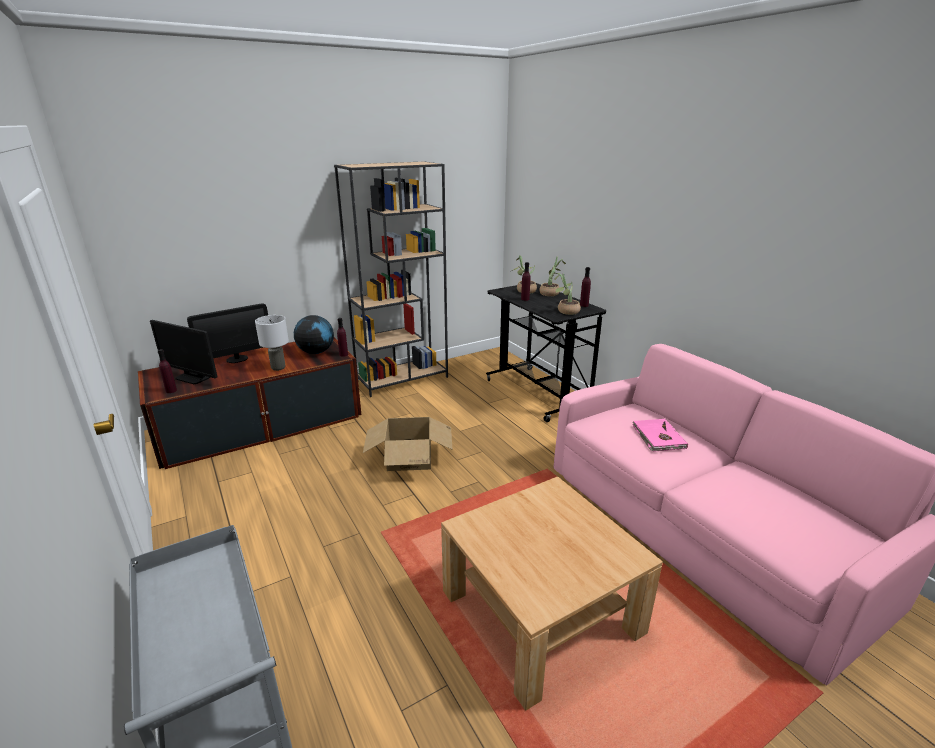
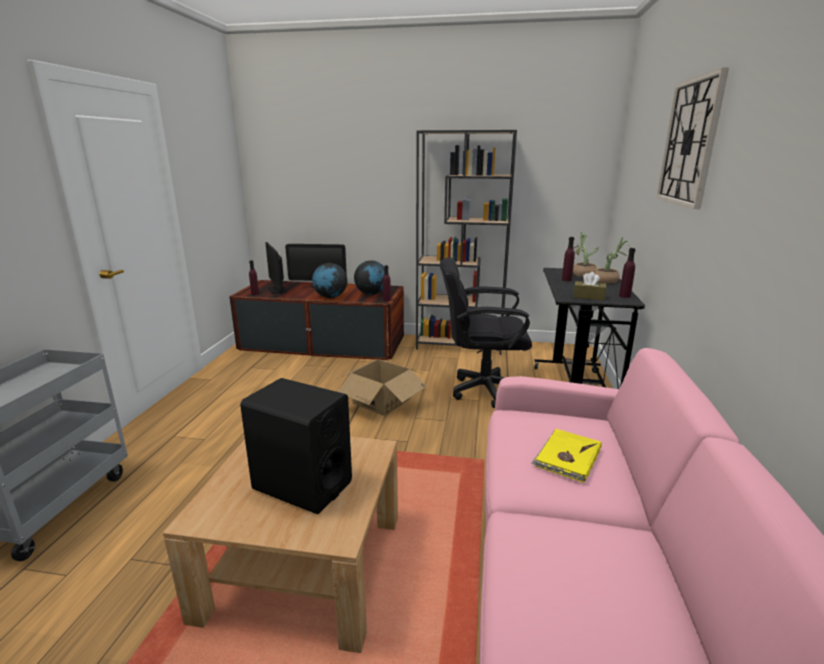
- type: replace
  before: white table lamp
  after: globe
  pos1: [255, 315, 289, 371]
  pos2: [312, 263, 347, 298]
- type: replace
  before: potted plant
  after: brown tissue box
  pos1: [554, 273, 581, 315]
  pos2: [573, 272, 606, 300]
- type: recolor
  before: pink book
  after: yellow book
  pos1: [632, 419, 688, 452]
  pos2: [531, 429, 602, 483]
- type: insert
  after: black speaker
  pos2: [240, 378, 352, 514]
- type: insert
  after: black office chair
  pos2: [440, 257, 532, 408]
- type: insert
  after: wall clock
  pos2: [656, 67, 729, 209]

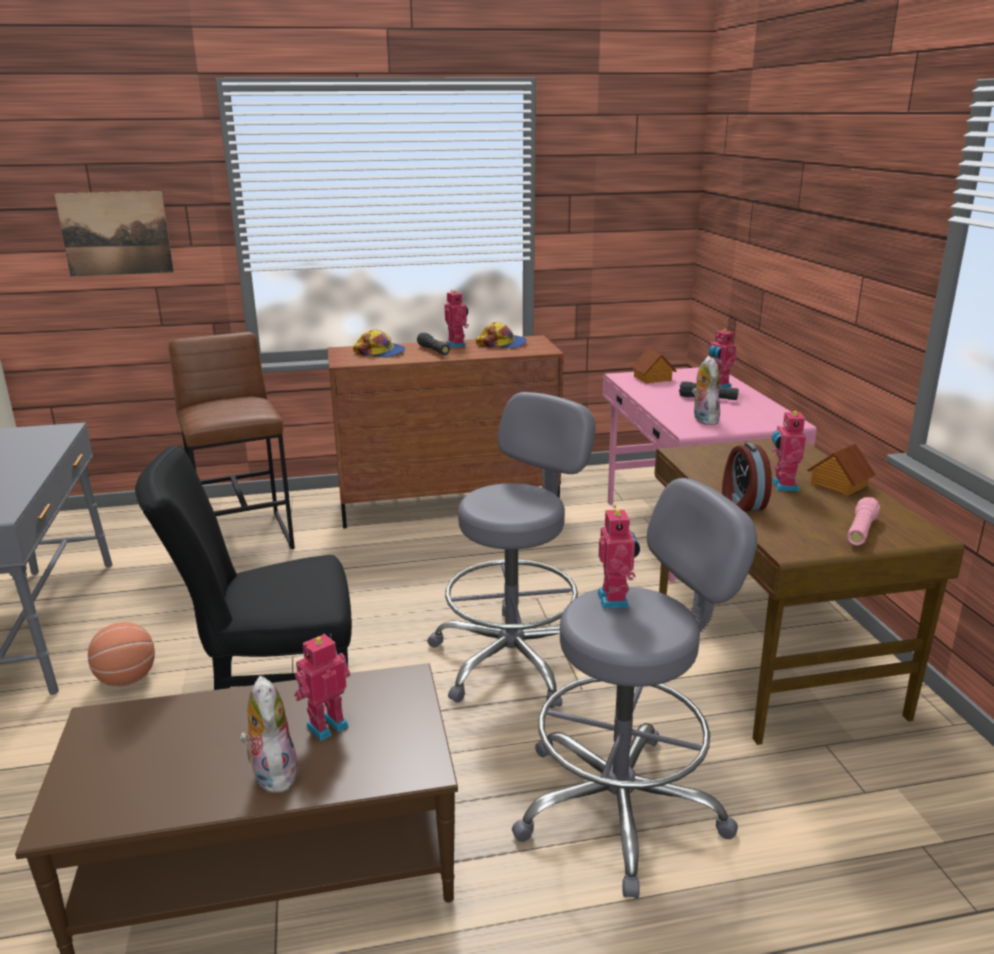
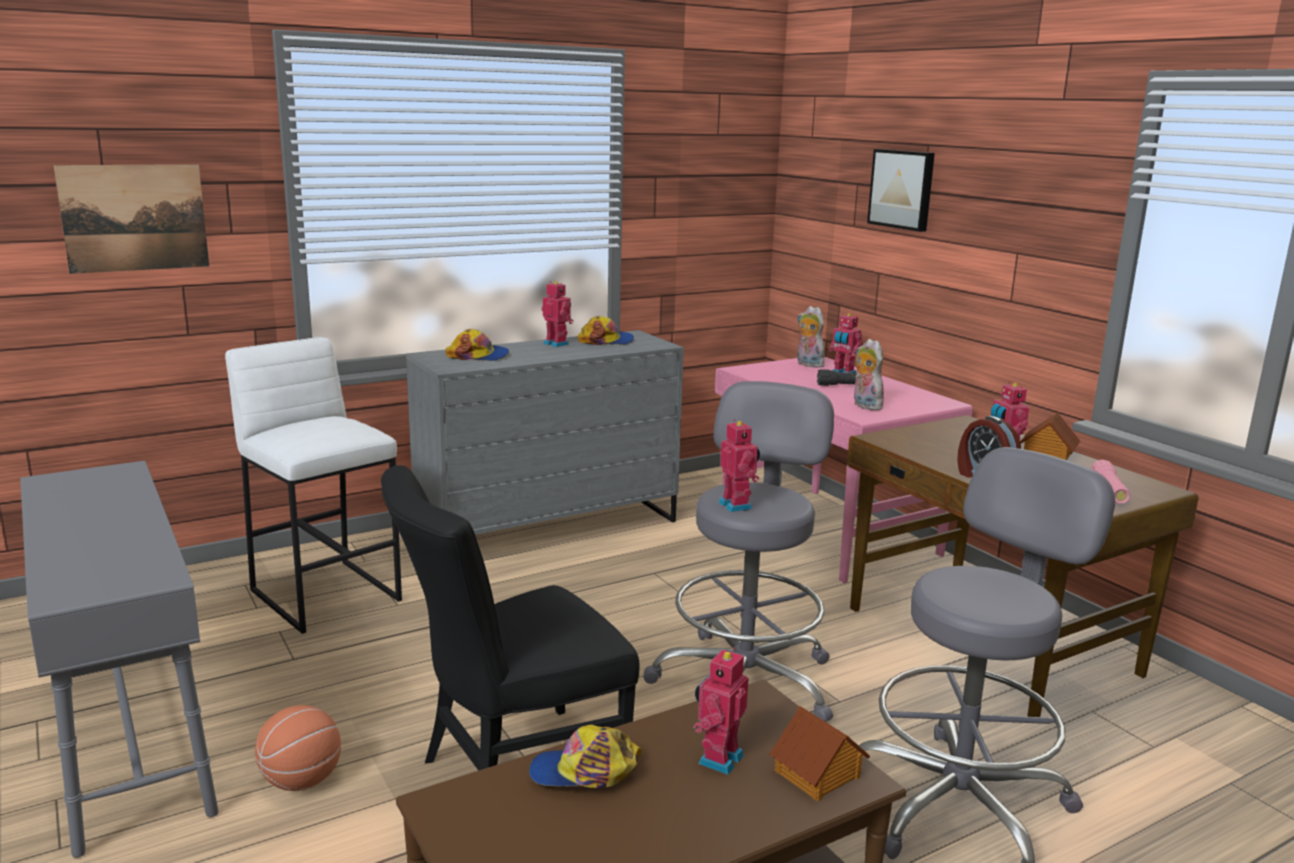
- type: recolor
  before: brown stool
  after: white stool
  pos1: [168, 332, 295, 549]
  pos2: [225, 337, 402, 634]
- type: move
  before: plush toy
  pos1: [240, 676, 300, 793]
  pos2: [797, 306, 825, 368]
- type: recolor
  before: brown dresser
  after: grey dresser
  pos1: [327, 335, 564, 529]
  pos2: [406, 330, 684, 535]
- type: delete
  before: black flashlight
  pos1: [417, 332, 450, 355]
- type: move
  before: toy robot
  pos1: [597, 506, 640, 608]
  pos2: [718, 419, 760, 512]
- type: move
  before: toy house
  pos1: [631, 348, 677, 384]
  pos2: [769, 706, 870, 801]
- type: insert
  after: cap
  pos2: [529, 725, 642, 788]
- type: insert
  after: picture
  pos2: [867, 149, 935, 232]

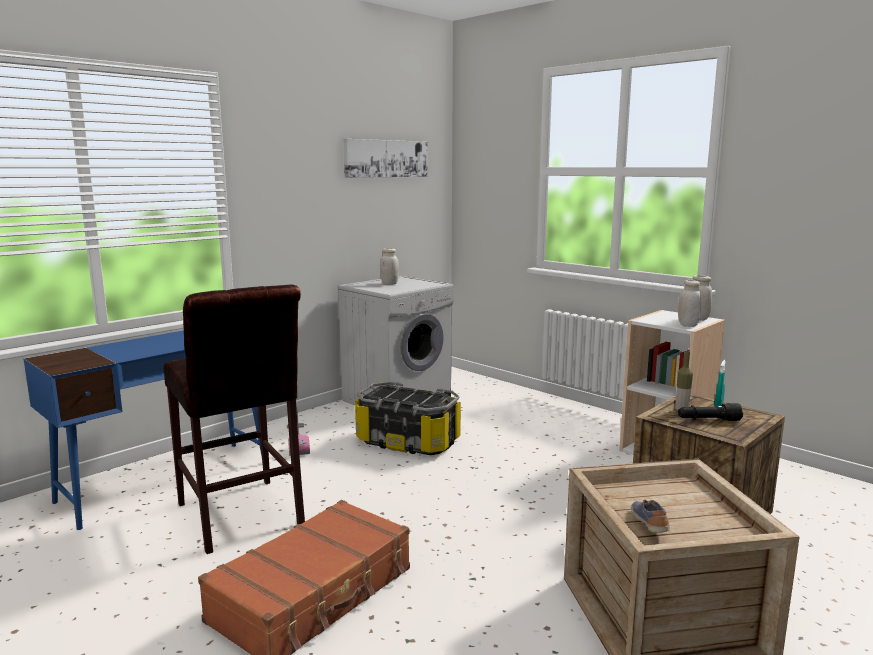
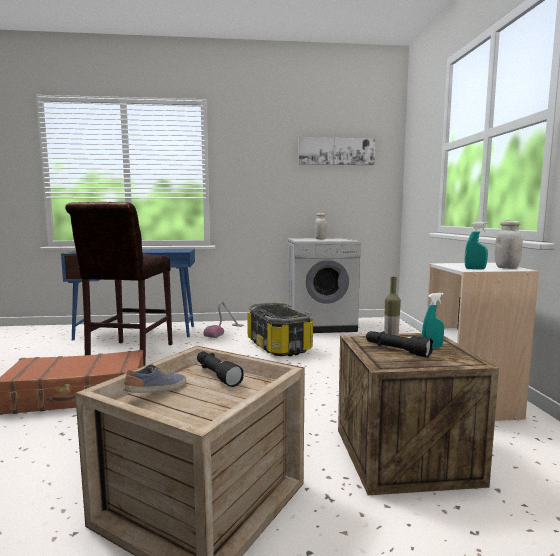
- type: replace
  before: white jar
  after: turquoise spray bottle
  pos1: [678, 280, 701, 327]
  pos2: [465, 222, 488, 270]
- type: insert
  after: black flashlight
  pos2: [197, 351, 244, 387]

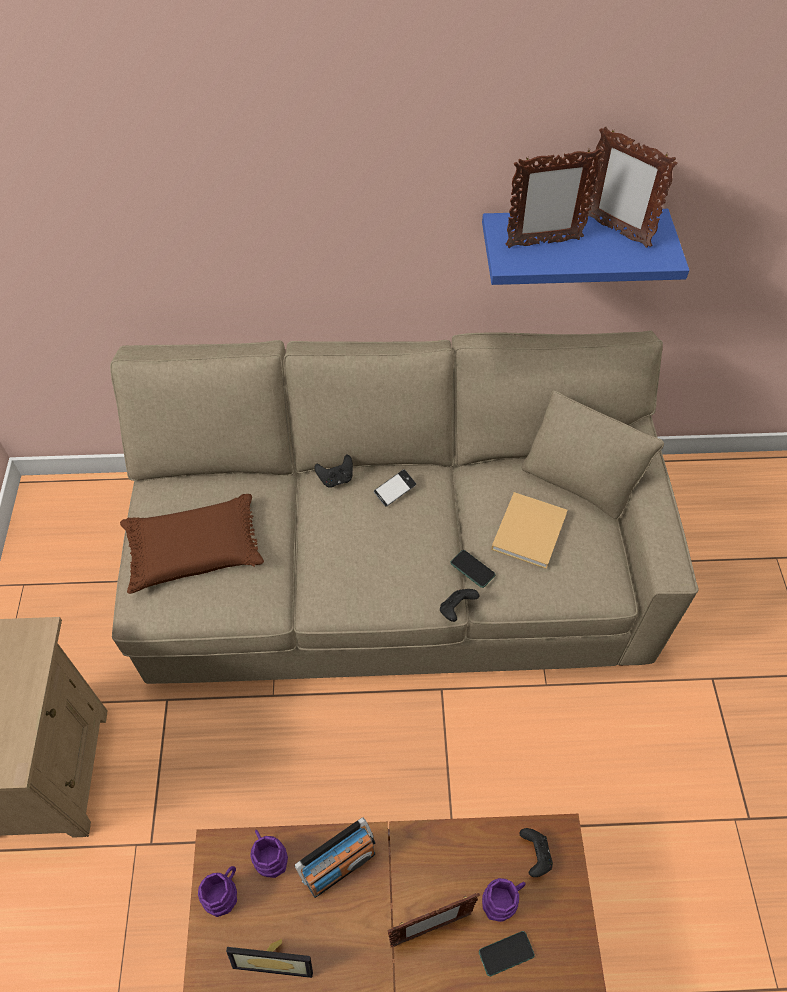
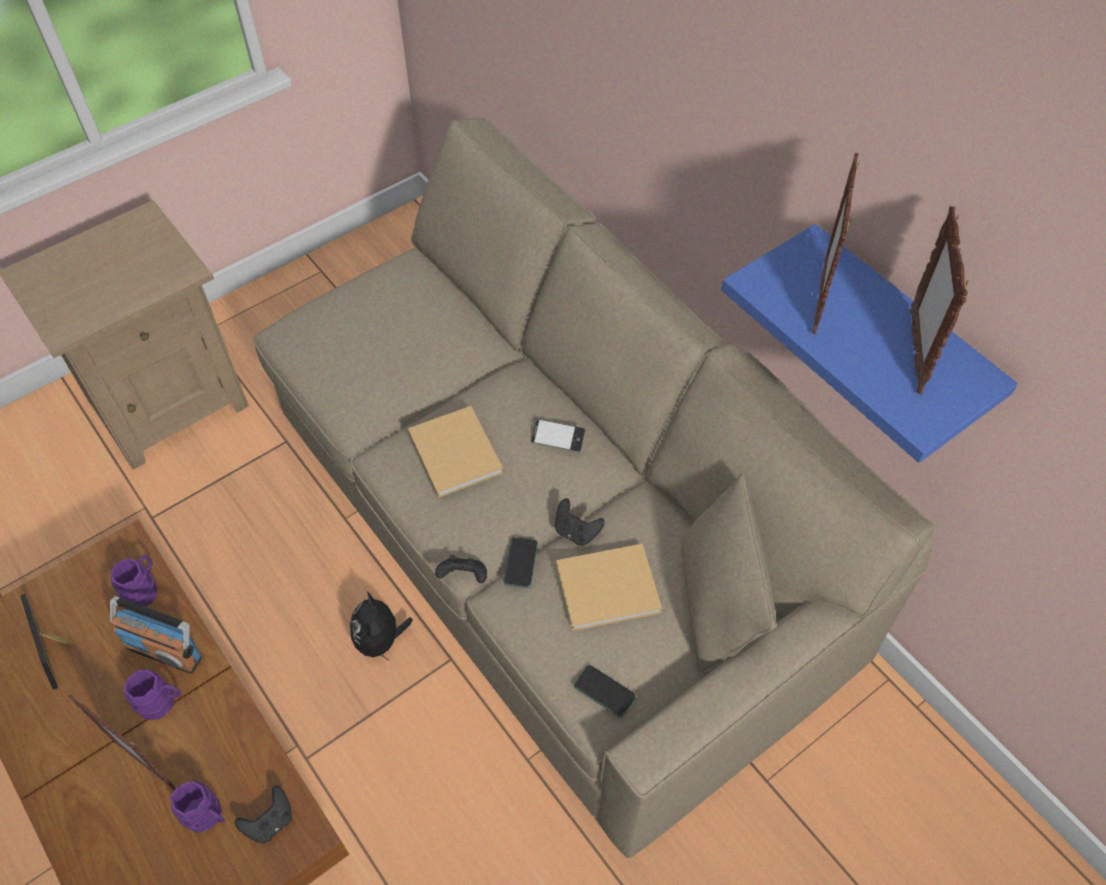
- type: delete
  before: brown pillow
  pos1: [120, 494, 264, 594]
- type: move
  before: purple mug
  pos1: [198, 866, 237, 917]
  pos2: [124, 670, 181, 720]
- type: move
  before: black game controller
  pos1: [314, 455, 353, 487]
  pos2: [555, 498, 605, 546]
- type: move
  before: phone
  pos1: [479, 931, 535, 976]
  pos2: [574, 665, 636, 717]
- type: rotate
  before: picture frame
  pos1: [506, 148, 603, 248]
  pos2: [813, 153, 859, 335]
  turn: 60
- type: insert
  after: plush toy
  pos2: [350, 591, 413, 662]
- type: insert
  after: beige book
  pos2: [408, 406, 503, 498]

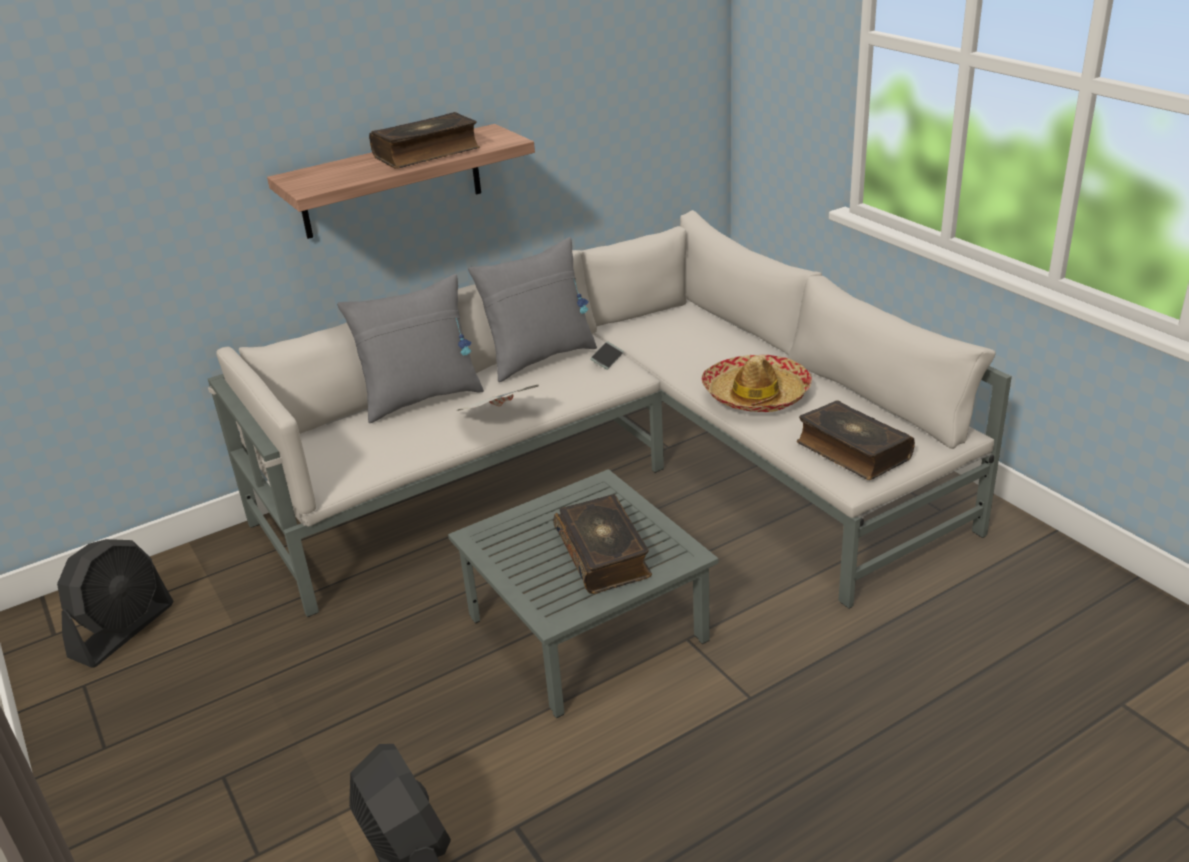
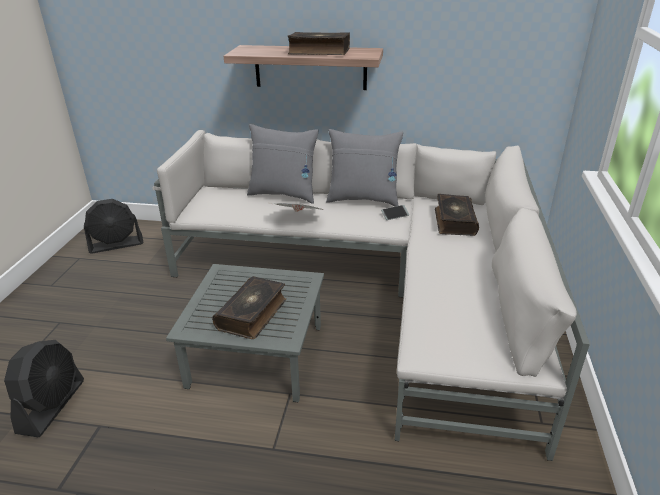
- type: delete
  before: hat
  pos1: [702, 355, 812, 412]
- type: move
  before: book
  pos1: [797, 400, 915, 480]
  pos2: [435, 194, 479, 236]

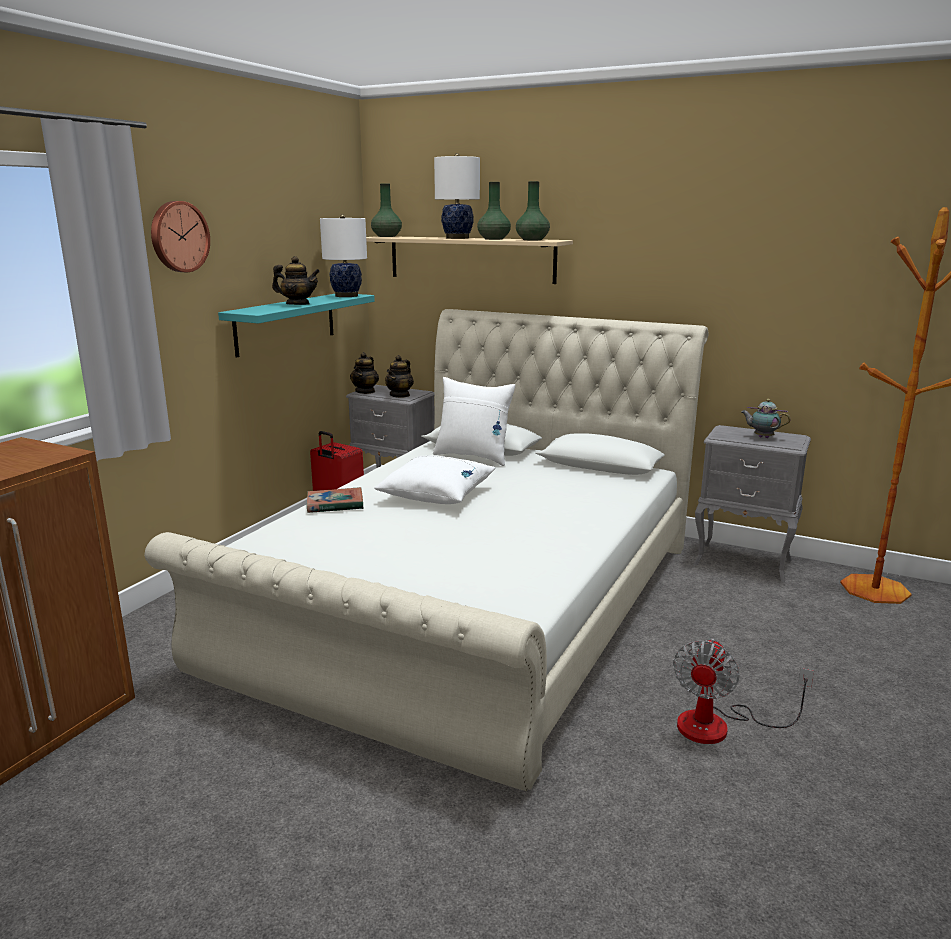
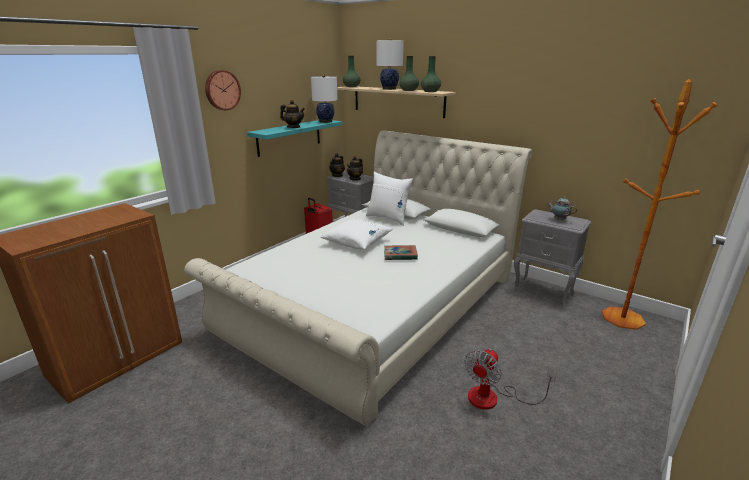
- type: move
  before: book
  pos1: [307, 487, 363, 513]
  pos2: [384, 245, 418, 260]

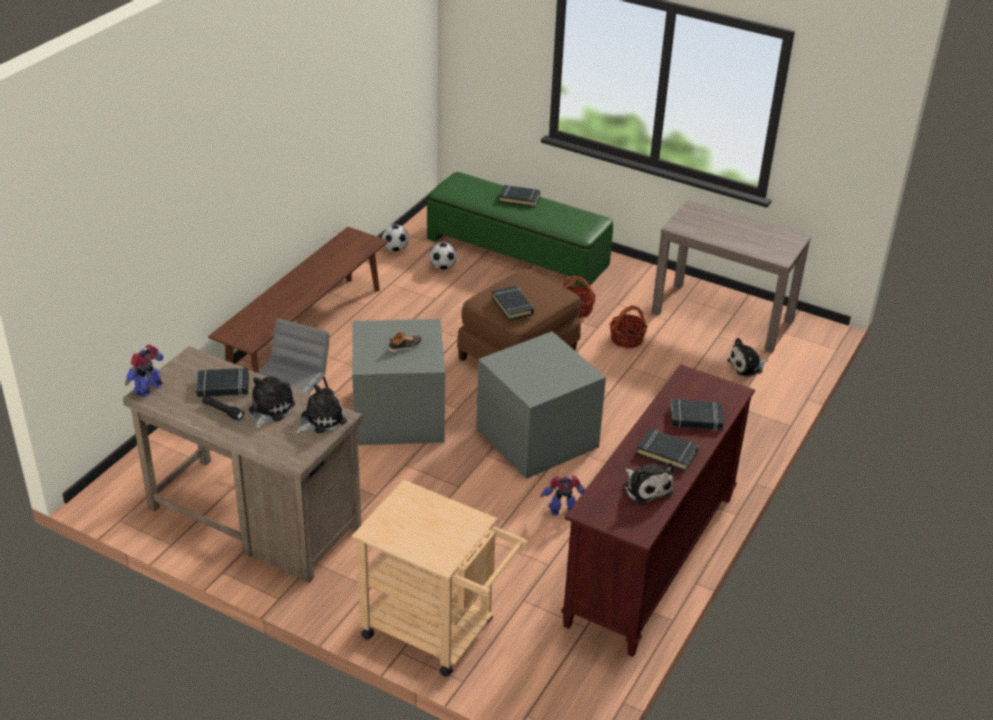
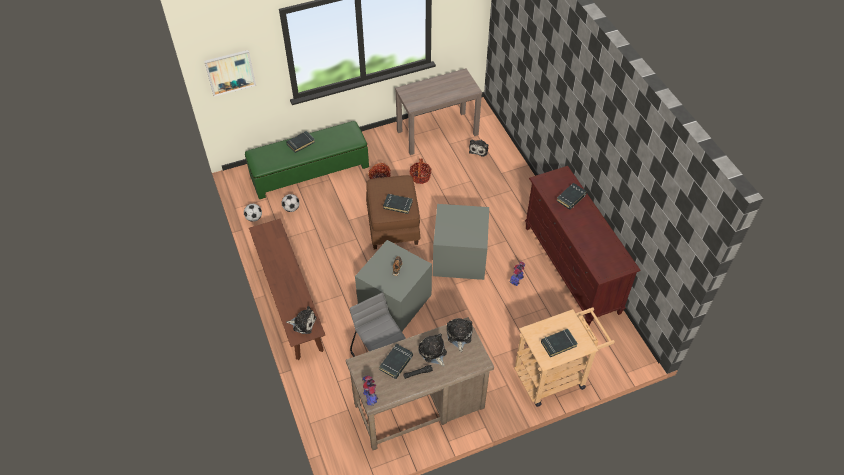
- type: move
  before: plush toy
  pos1: [623, 462, 673, 505]
  pos2: [286, 306, 317, 334]
- type: move
  before: black book
  pos1: [636, 429, 698, 472]
  pos2: [541, 329, 578, 357]
- type: insert
  after: picture
  pos2: [204, 50, 256, 97]

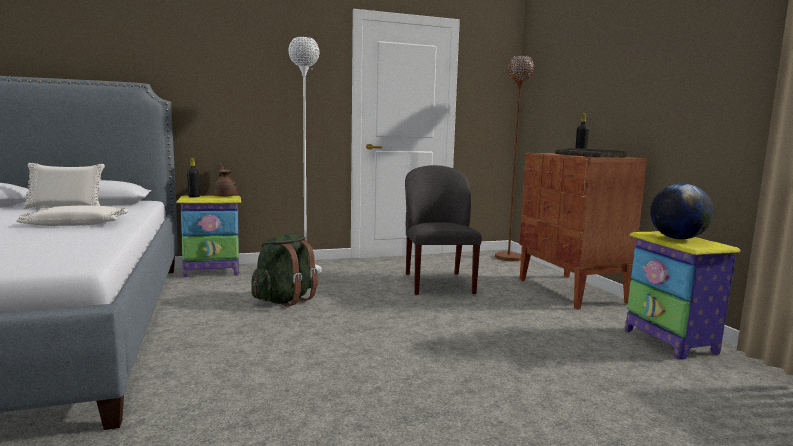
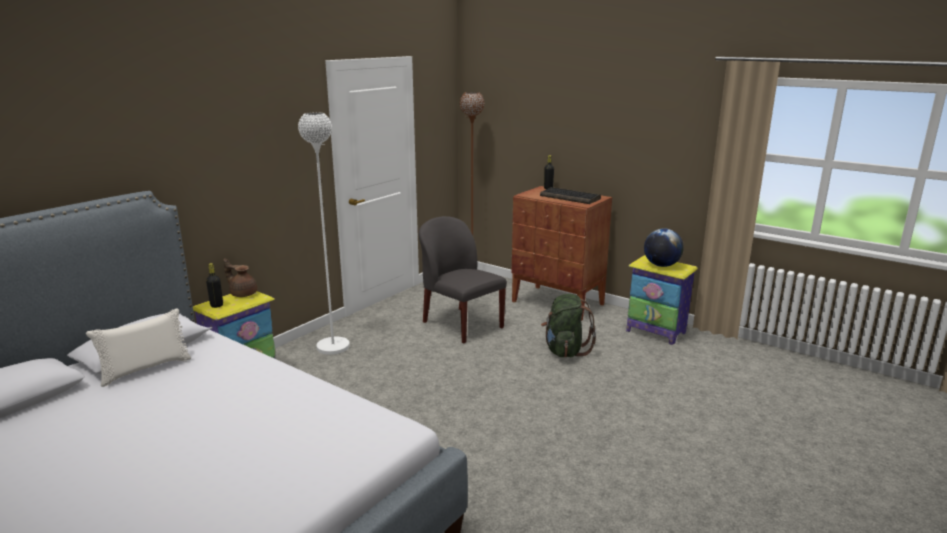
- type: delete
  before: white pillow
  pos1: [16, 205, 129, 226]
- type: move
  before: green backpack
  pos1: [251, 234, 318, 307]
  pos2: [541, 294, 596, 358]

